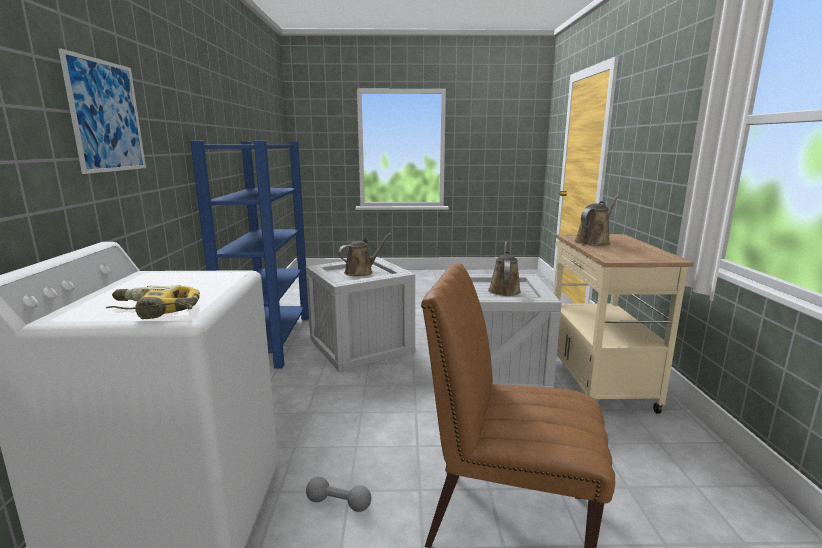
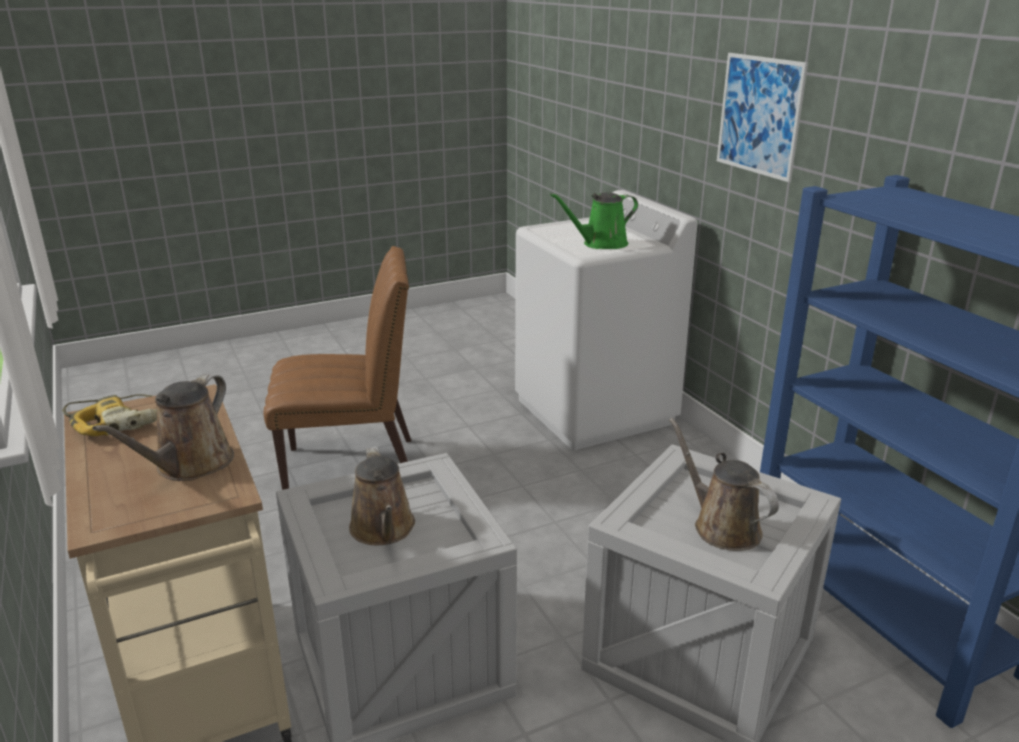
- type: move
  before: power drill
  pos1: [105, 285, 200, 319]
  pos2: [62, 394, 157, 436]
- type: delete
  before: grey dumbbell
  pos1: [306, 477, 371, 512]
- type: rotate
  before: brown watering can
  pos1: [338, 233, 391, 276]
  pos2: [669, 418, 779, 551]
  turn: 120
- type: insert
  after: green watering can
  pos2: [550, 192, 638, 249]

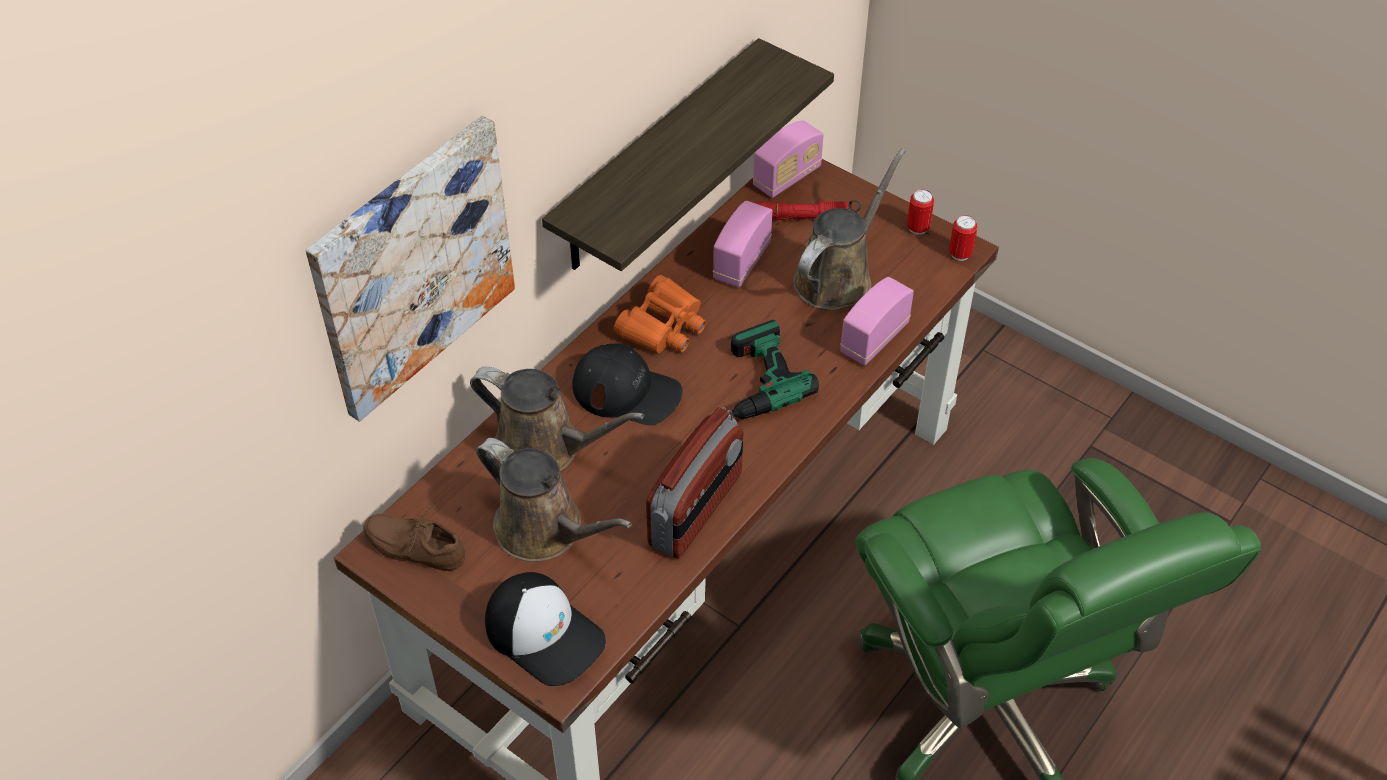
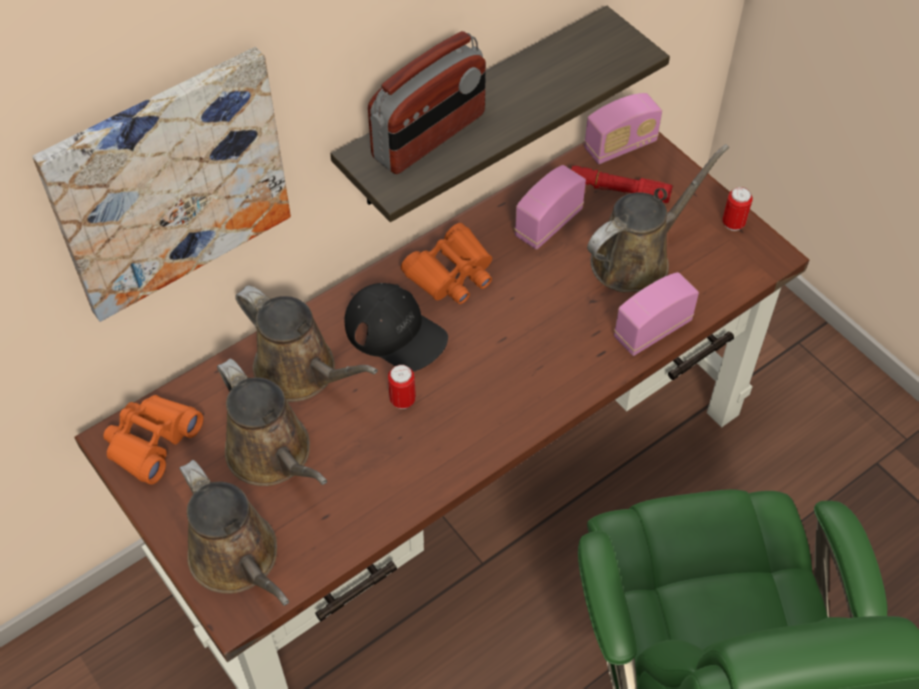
- type: replace
  before: brown shoe
  after: orange binoculars
  pos1: [363, 502, 465, 571]
  pos2: [103, 395, 203, 485]
- type: replace
  before: cap
  after: brown watering can
  pos1: [485, 572, 606, 686]
  pos2: [179, 460, 289, 606]
- type: move
  before: radio
  pos1: [646, 407, 743, 559]
  pos2: [368, 31, 486, 174]
- type: delete
  before: power drill
  pos1: [728, 320, 819, 419]
- type: move
  before: can
  pos1: [949, 215, 977, 261]
  pos2: [388, 365, 416, 409]

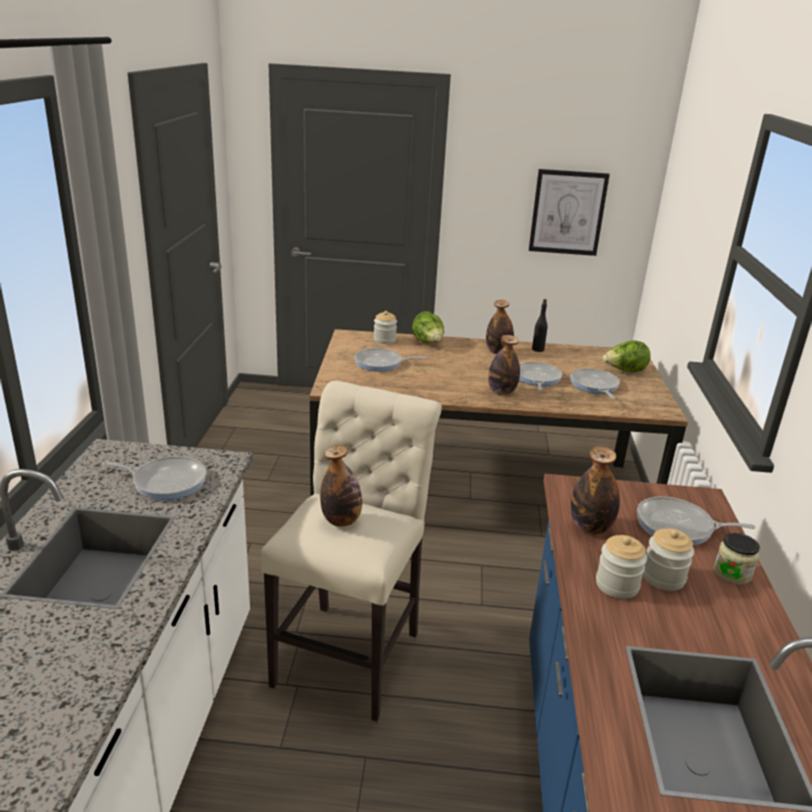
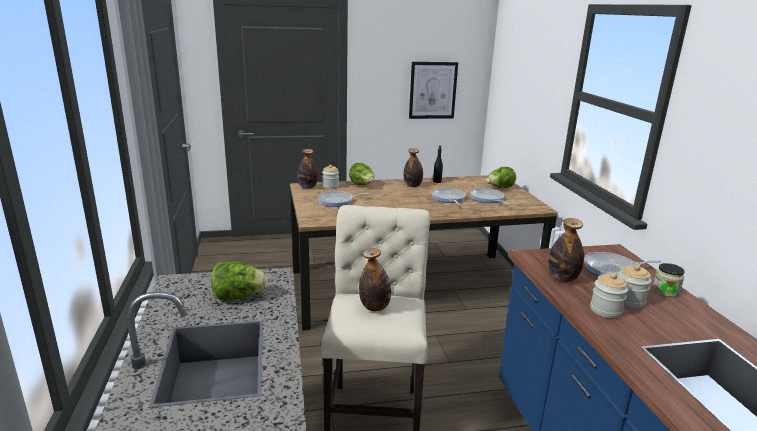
- type: replace
  before: frying pan
  after: lettuce
  pos1: [102, 456, 207, 500]
  pos2: [211, 261, 268, 301]
- type: move
  before: bottle
  pos1: [488, 335, 520, 395]
  pos2: [297, 149, 318, 189]

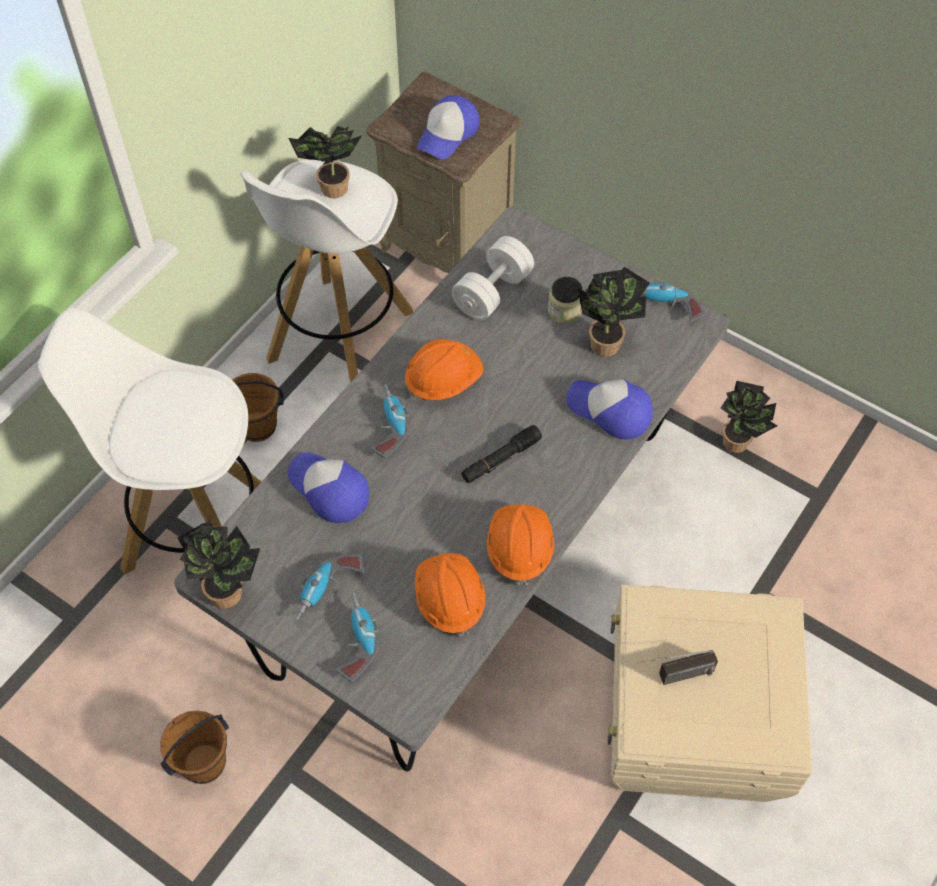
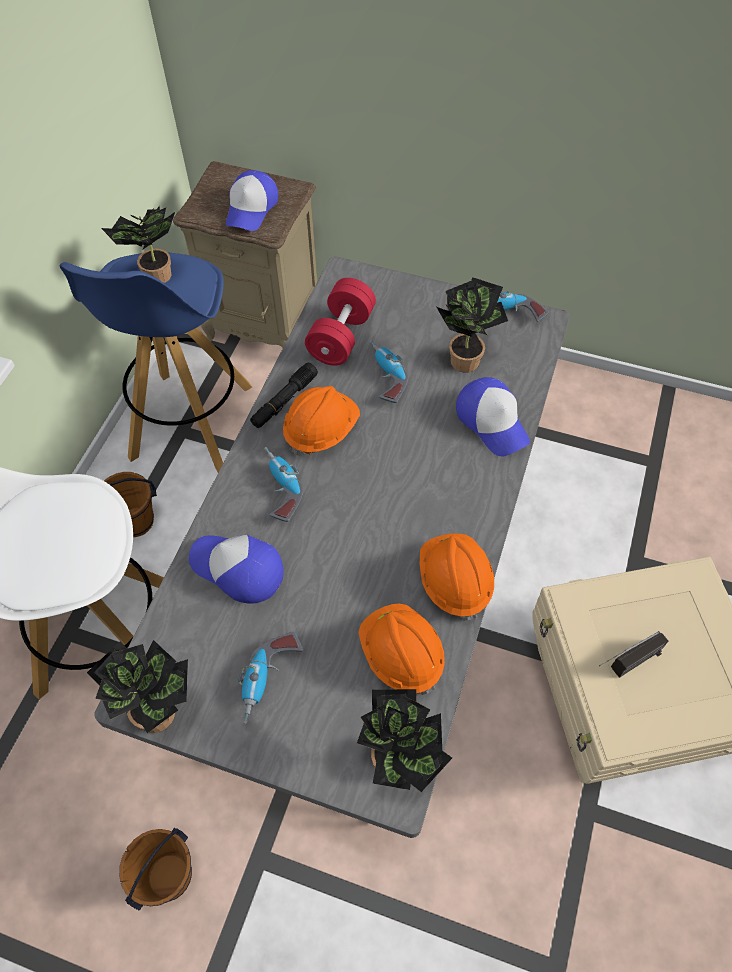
- type: recolor
  before: white stool
  after: blue stool
  pos1: [240, 160, 413, 382]
  pos2: [59, 253, 252, 472]
- type: move
  before: power drill
  pos1: [336, 593, 379, 682]
  pos2: [369, 340, 408, 403]
- type: recolor
  before: white dumbbell
  after: red dumbbell
  pos1: [452, 236, 534, 321]
  pos2: [305, 278, 376, 366]
- type: move
  before: black flashlight
  pos1: [461, 425, 542, 483]
  pos2: [250, 362, 318, 428]
- type: delete
  before: jar
  pos1: [548, 277, 582, 324]
- type: rotate
  before: cap
  pos1: [566, 379, 653, 439]
  pos2: [456, 377, 530, 456]
  turn: -135
- type: move
  before: potted plant
  pos1: [721, 381, 778, 453]
  pos2: [357, 689, 452, 792]

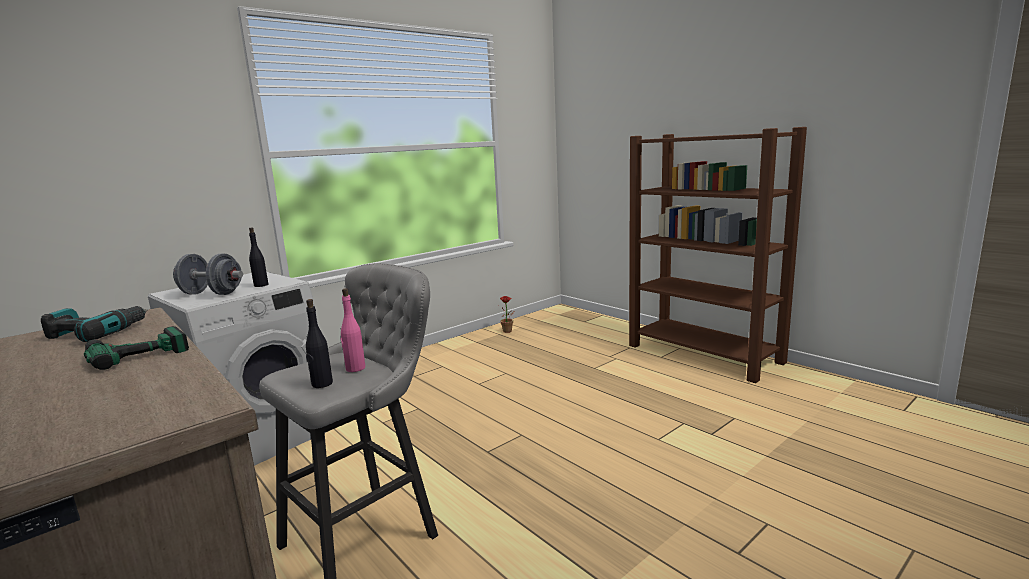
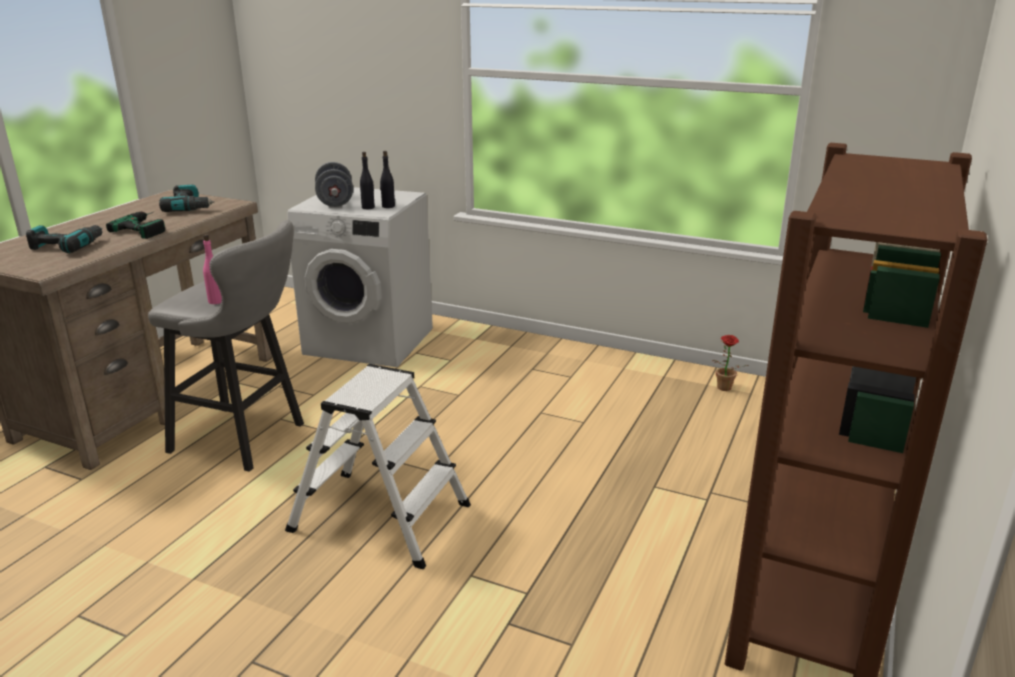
- type: move
  before: black bottle
  pos1: [306, 299, 333, 388]
  pos2: [380, 151, 395, 208]
- type: insert
  after: power drill
  pos2: [26, 225, 103, 253]
- type: insert
  after: white step ladder
  pos2: [285, 364, 471, 569]

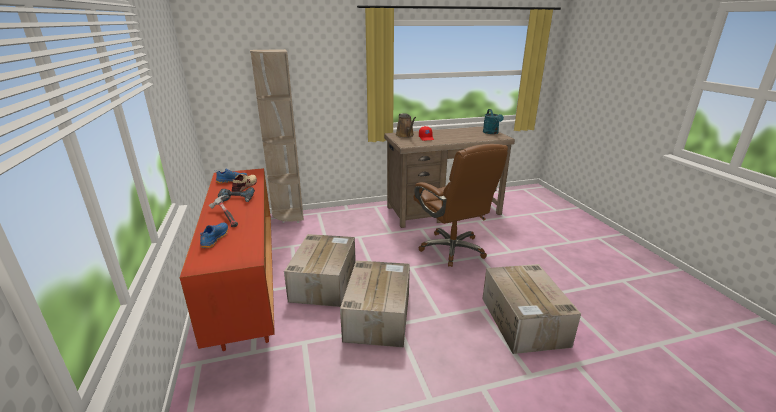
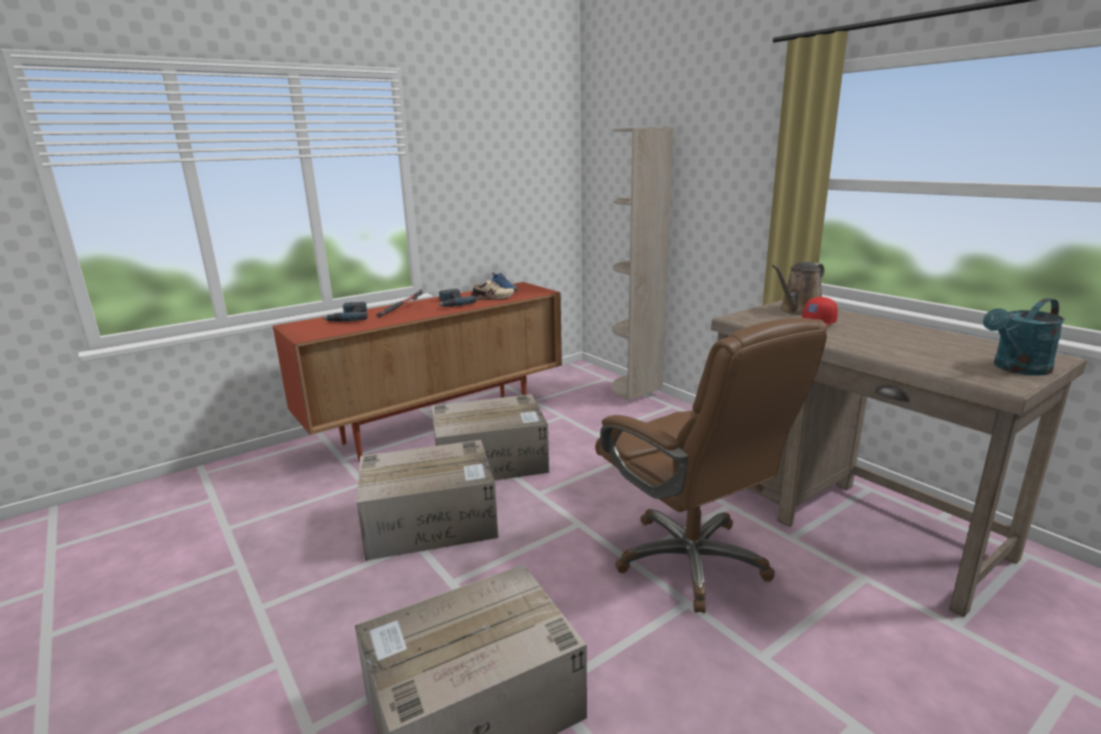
- type: replace
  before: blue shoe
  after: power drill
  pos1: [200, 222, 228, 248]
  pos2: [323, 302, 368, 322]
- type: rotate
  before: brown office chair
  pos1: [414, 144, 508, 267]
  pos2: [595, 318, 827, 613]
  turn: -75

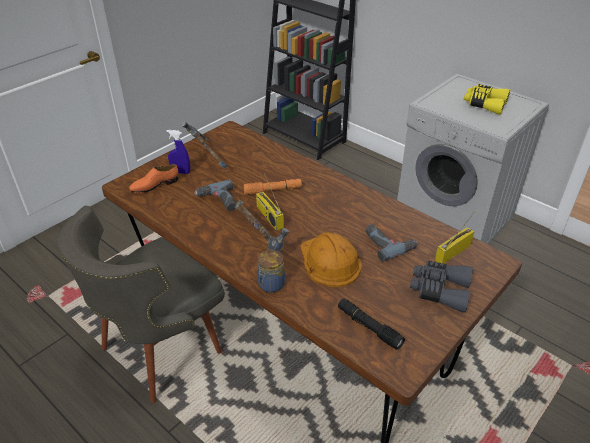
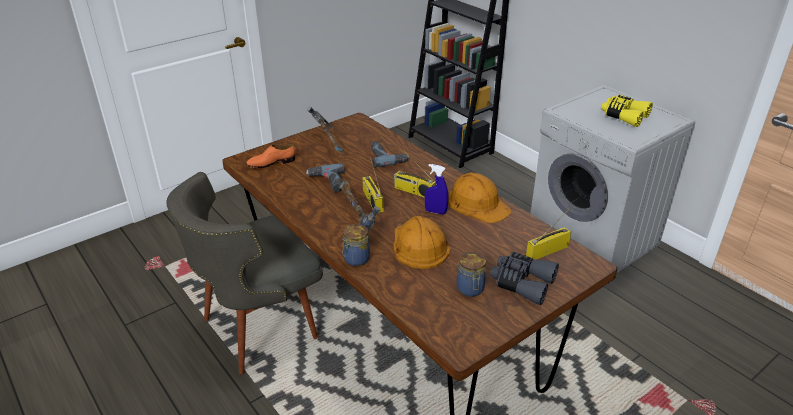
- type: move
  before: blue spray bottle
  pos1: [166, 130, 190, 174]
  pos2: [425, 164, 448, 215]
- type: delete
  before: orange flashlight
  pos1: [244, 179, 302, 195]
- type: delete
  before: black flashlight
  pos1: [338, 298, 405, 350]
- type: move
  before: power drill
  pos1: [365, 224, 418, 262]
  pos2: [371, 141, 409, 168]
- type: insert
  after: radio
  pos2: [394, 151, 436, 198]
- type: insert
  after: orange hard hat
  pos2: [448, 172, 512, 223]
- type: insert
  after: jar
  pos2: [457, 252, 486, 297]

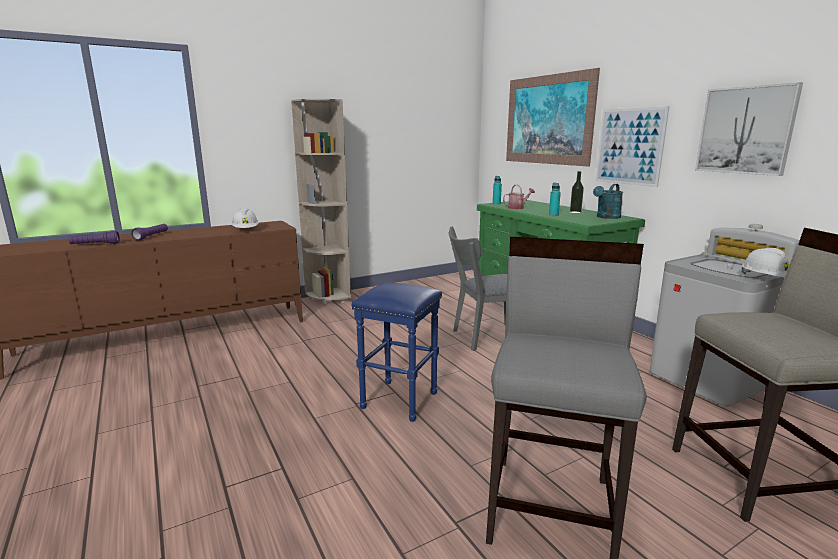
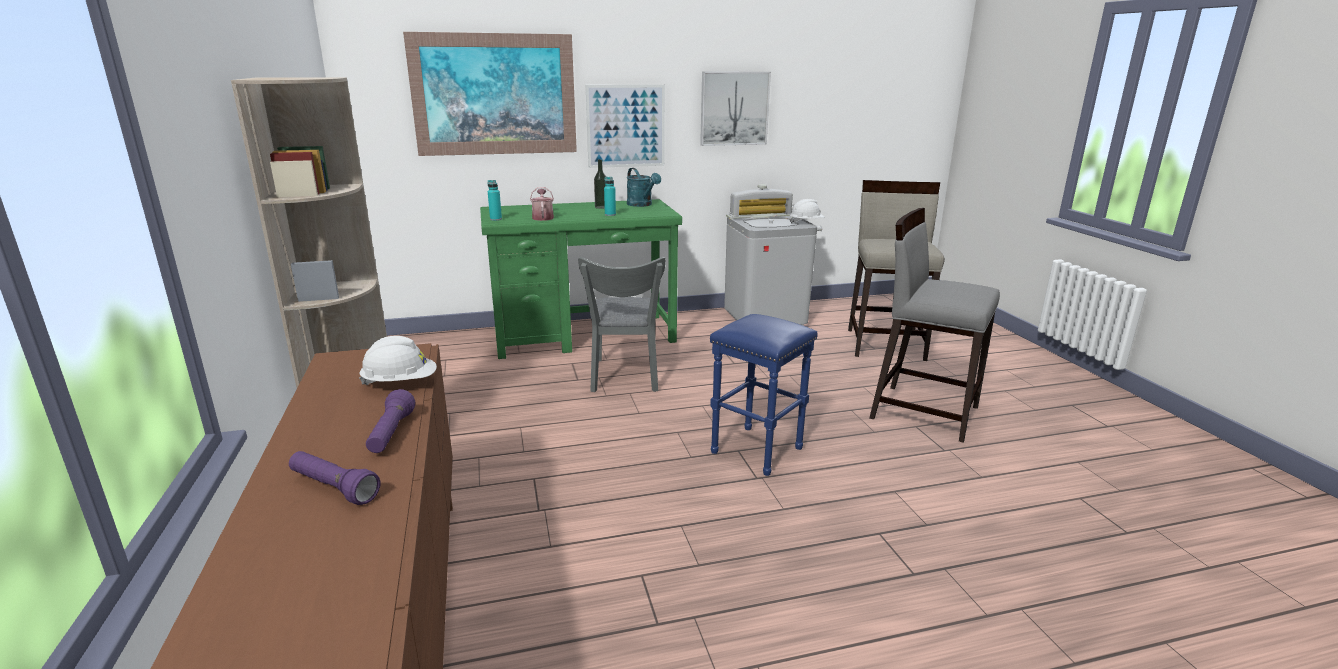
- type: move
  before: purple flashlight
  pos1: [68, 231, 120, 244]
  pos2: [366, 389, 415, 453]

